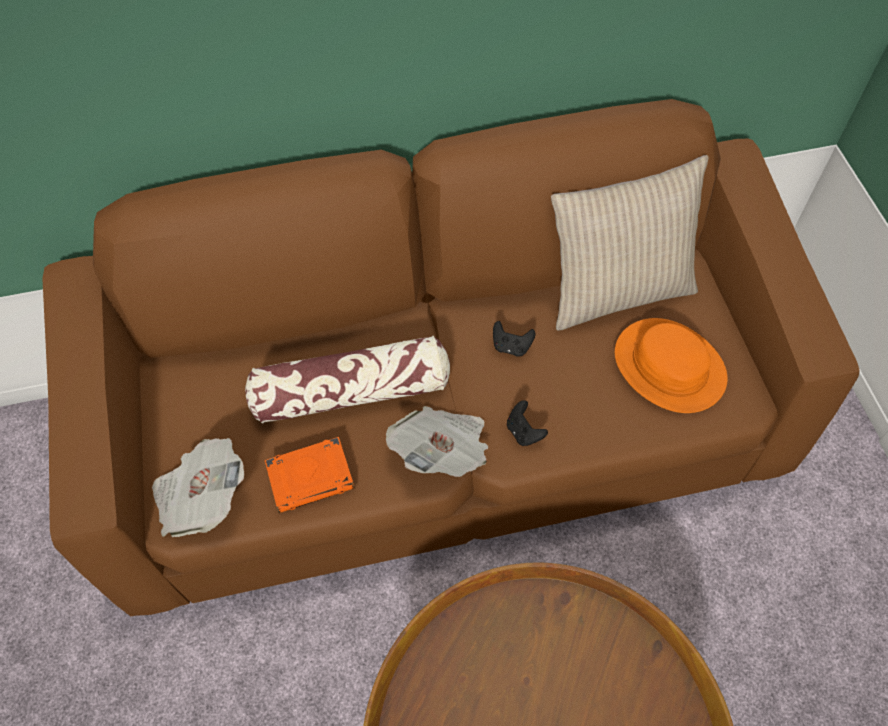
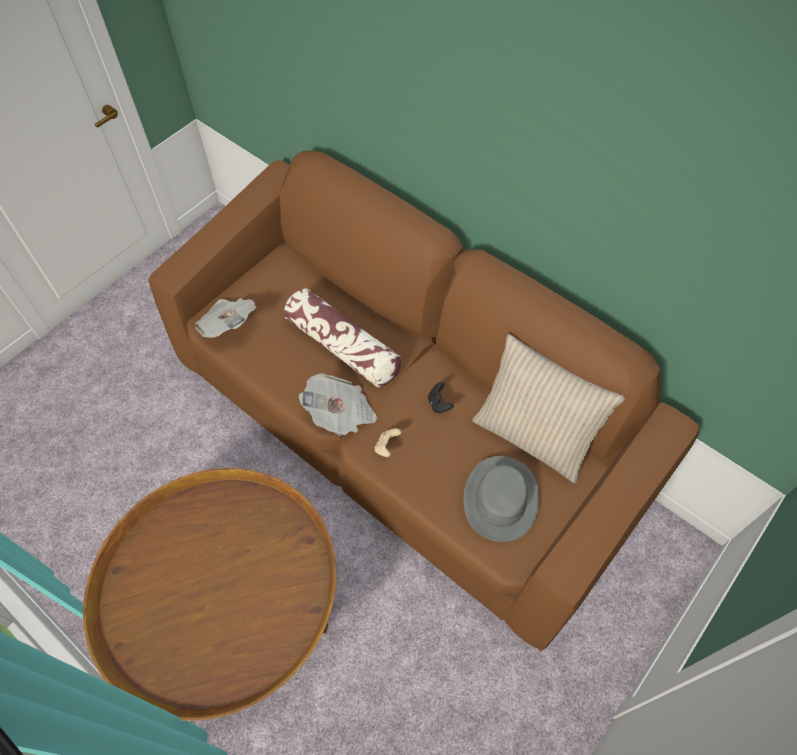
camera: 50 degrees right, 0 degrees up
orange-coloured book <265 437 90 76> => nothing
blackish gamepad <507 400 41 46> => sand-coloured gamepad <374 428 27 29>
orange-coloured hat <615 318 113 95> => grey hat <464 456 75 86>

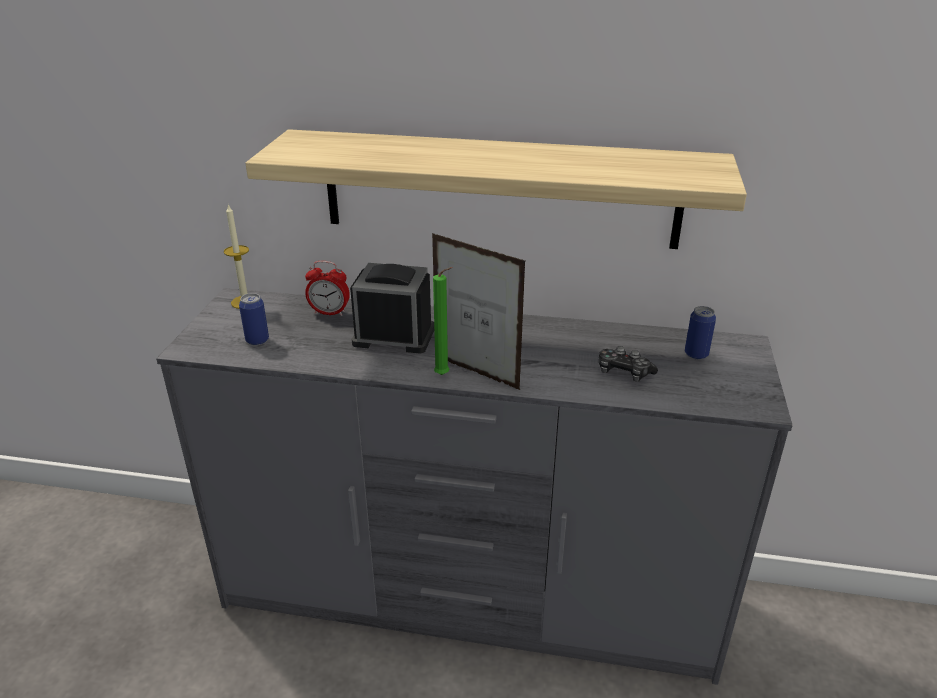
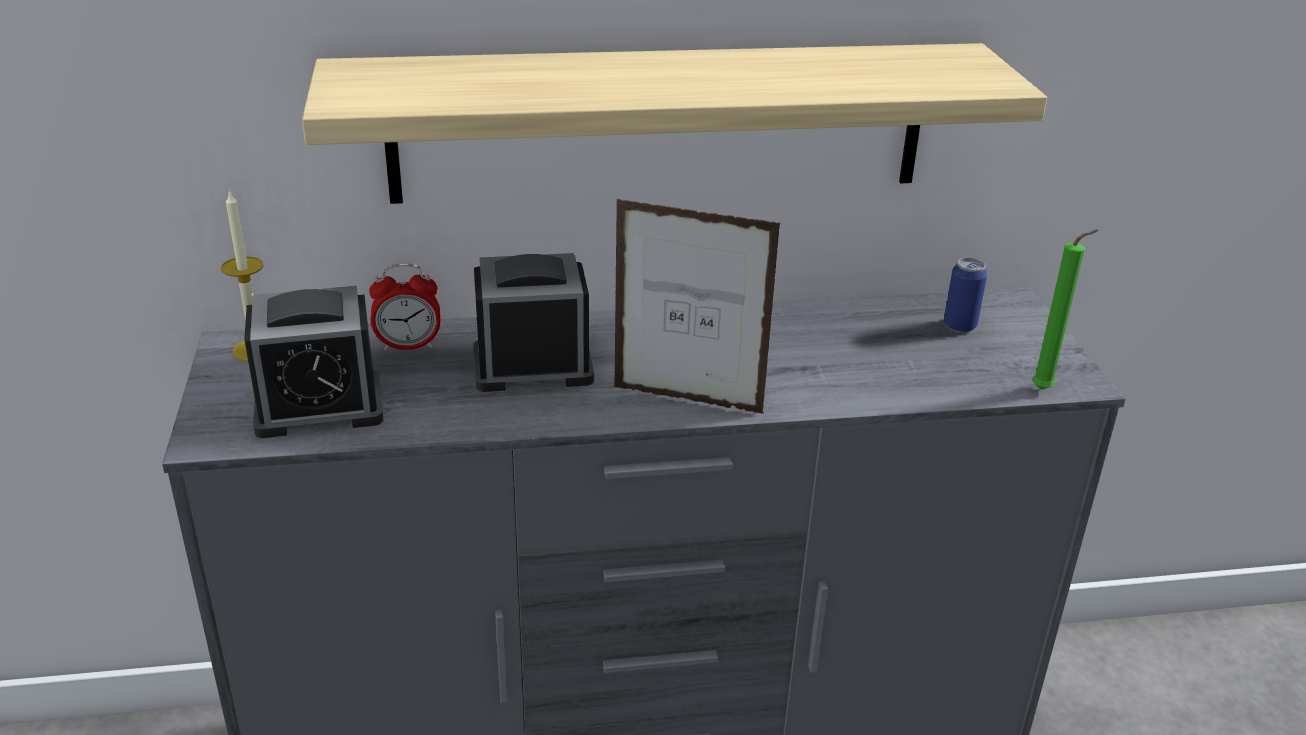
camera: 20 degrees left, 0 degrees up
gamepad <599 346 59 36> => nothing
greenish wax candle <433 267 20 108> => greenish wax candle <1032 229 67 161>, relocated
sealed can <239 293 30 52> => alarm clock <244 286 140 152>

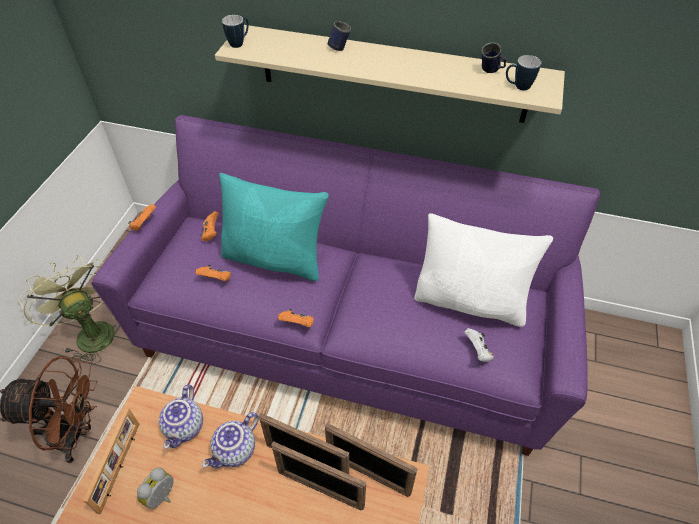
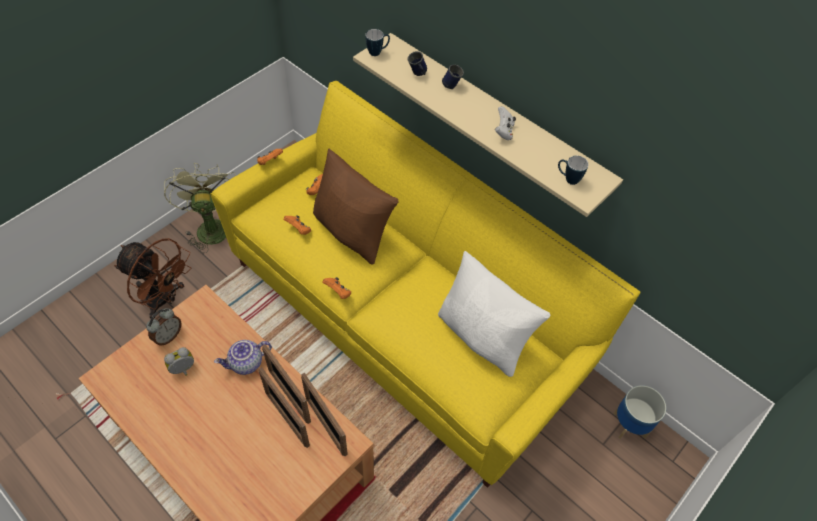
camera: 25 degrees right, 5 degrees up
pot for tea <159 385 44 64> => nothing
nothing => plant pot <613 385 53 54>
whitish gamepad <464 328 30 34> => whitish gamepad <495 106 21 34>, relocated
bluish coffee mug <481 42 25 31> => bluish coffee mug <408 51 19 25>, relocated
picture frame <83 408 56 106> => alarm clock <146 308 36 38>
purplish couch <92 115 508 341> => yellow couch <211 81 429 407>
turquoise-coloured pillow <219 173 110 108> => brown-coloured pillow <313 149 86 116>

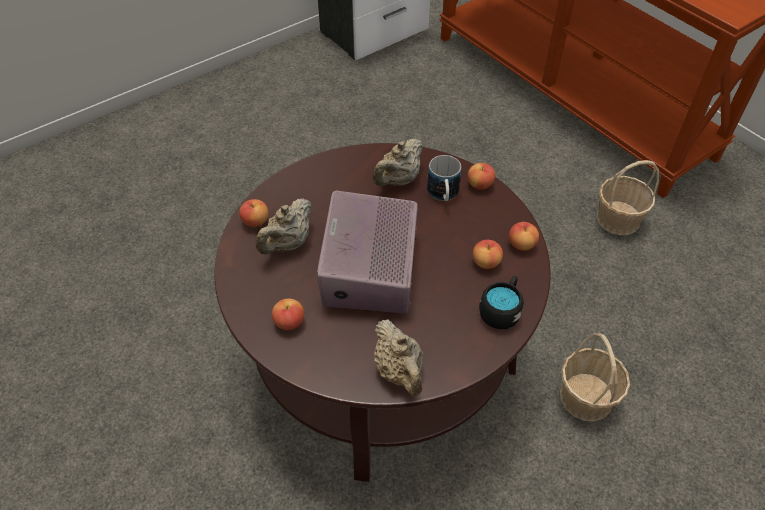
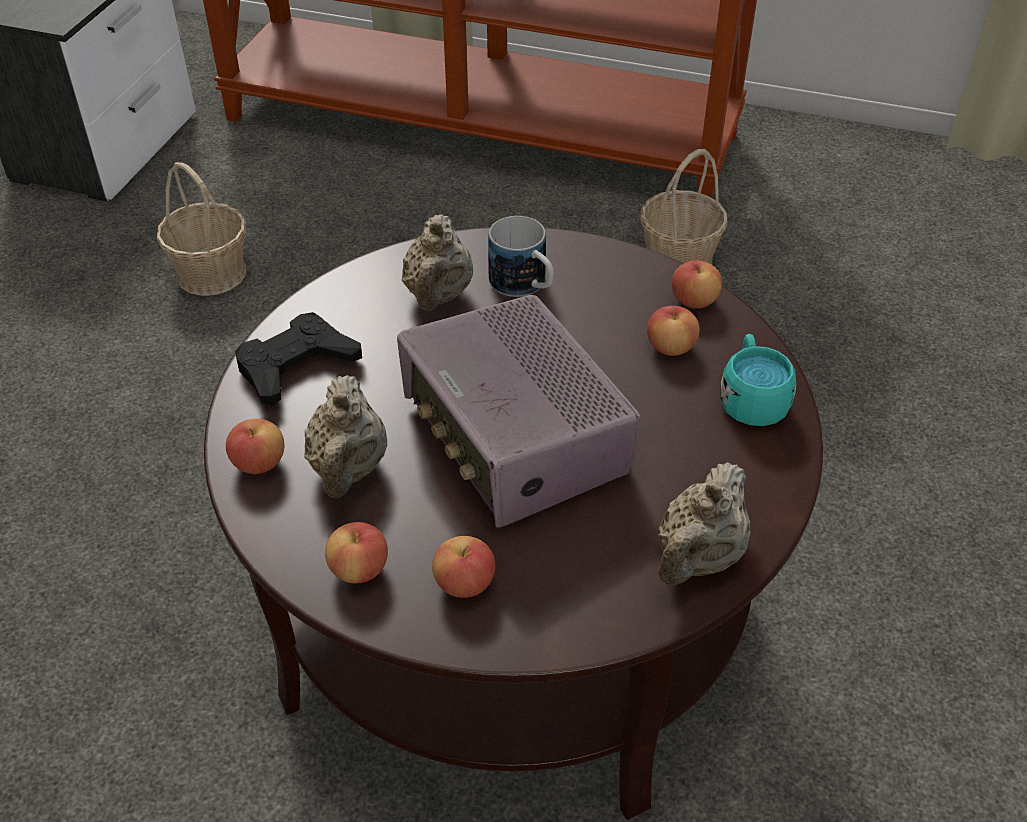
camera: 35 degrees left, 5 degrees down
nothing => blackish gamepad <235 312 127 94>
whole apple <468 163 27 27> => whole apple <325 522 63 61>, relocated
storage basket <560 332 70 90> => storage basket <157 162 89 134>, relocated
blackish coffee mug <479 275 45 54> => turquoise-coloured coffee mug <720 334 76 92>
sand-coloured pot for tea <374 319 49 77> => sand-coloured pot for tea <658 462 92 124>, 90 degrees clockwise

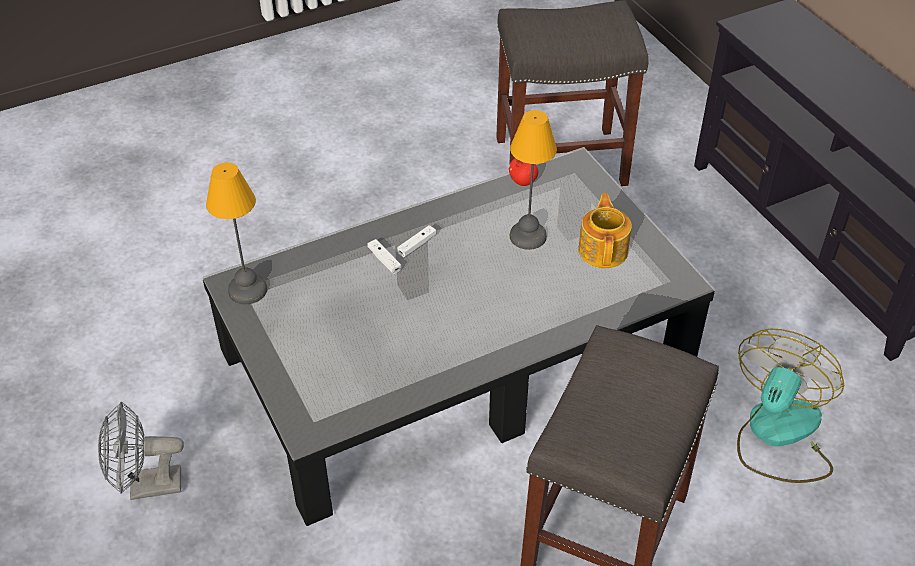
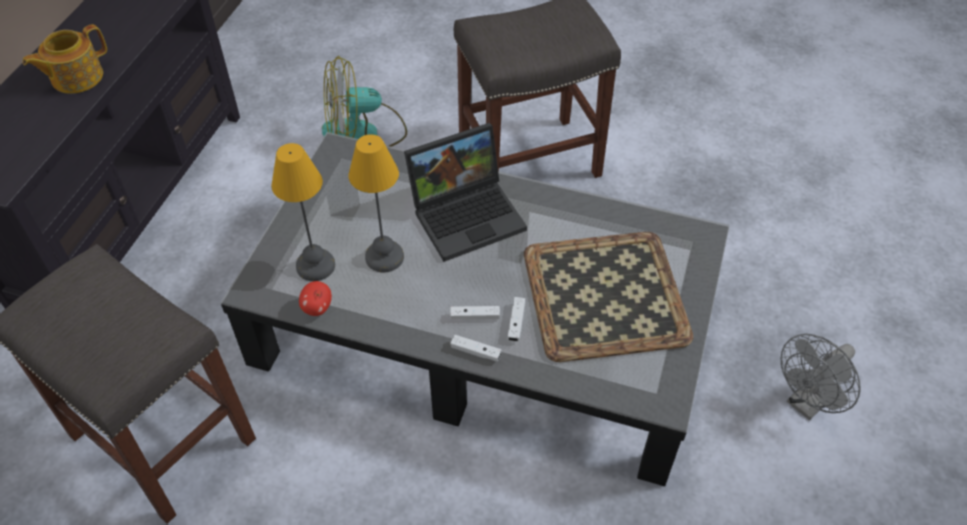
camera: 135 degrees left, 5 degrees up
nothing => laptop <404 123 123 139>
nothing => whitish gamepad <450 335 52 27>
nothing => tray <524 232 169 130>
tabletop lamp <206 163 61 141> => tabletop lamp <271 143 64 138>, relocated
pot for tea <578 193 54 75> => pot for tea <23 24 84 70>, relocated
grey cooling fan <98 402 86 98> => grey cooling fan <781 334 80 86>, 105 degrees clockwise

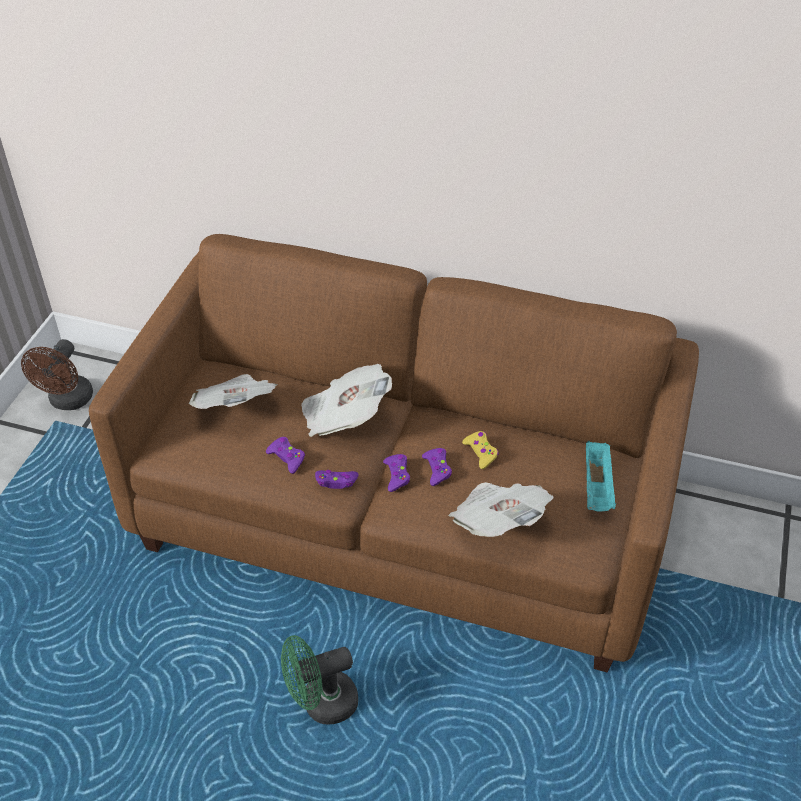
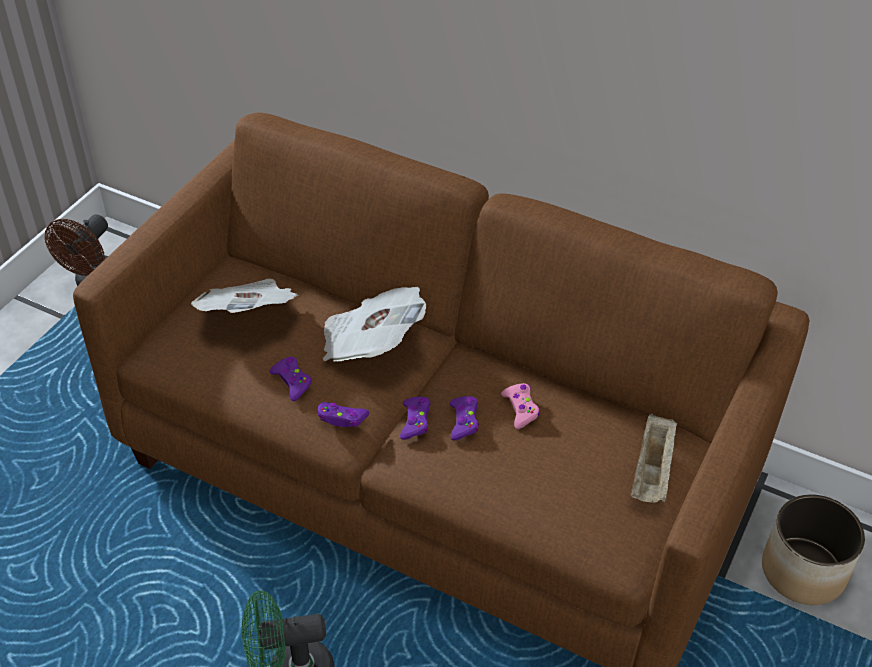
camera: 10 degrees right, 0 degrees up
printed paper <448 482 106 55> => nothing
nothing => plant pot <762 495 103 110>
yellow gamepad <462 431 37 38> => pink gamepad <501 383 39 46>
turquoise-coloured tray <586 441 30 70> => sand-coloured tray <631 414 46 89>

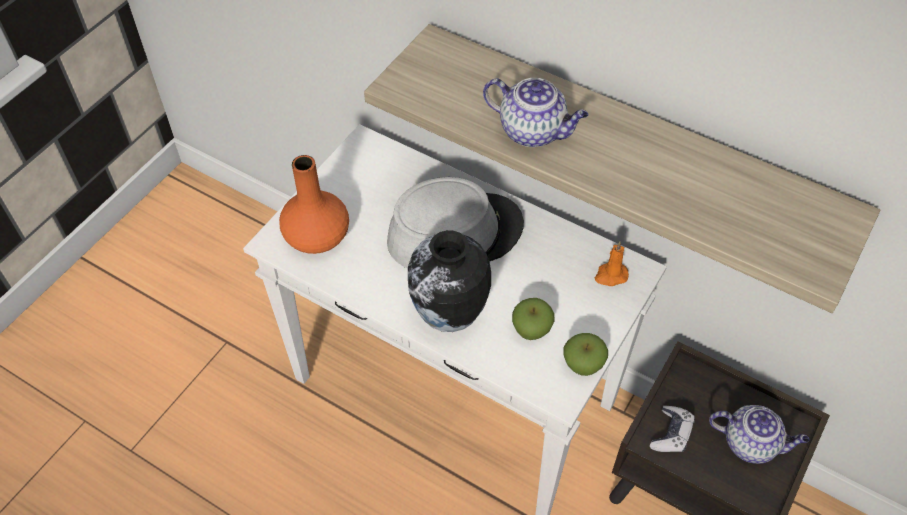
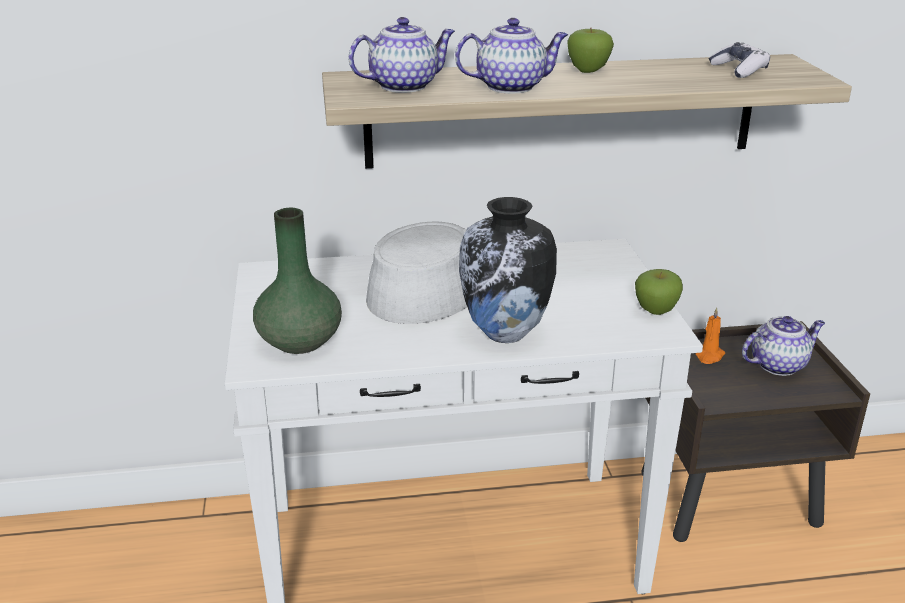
camera: 40 degrees left, 25 degrees down
nothing => pot for tea <349 17 106 76>
whole apple <512 298 43 42> => whole apple <567 28 47 45>, relocated
orange-coloured wax candle <595 241 34 45> => orange-coloured wax candle <695 307 30 57>, relocated
gamepad <650 406 45 46> => gamepad <709 42 61 36>, relocated
orange-coloured decorative vase <279 155 70 99> => greenish decorative vase <253 208 89 146>

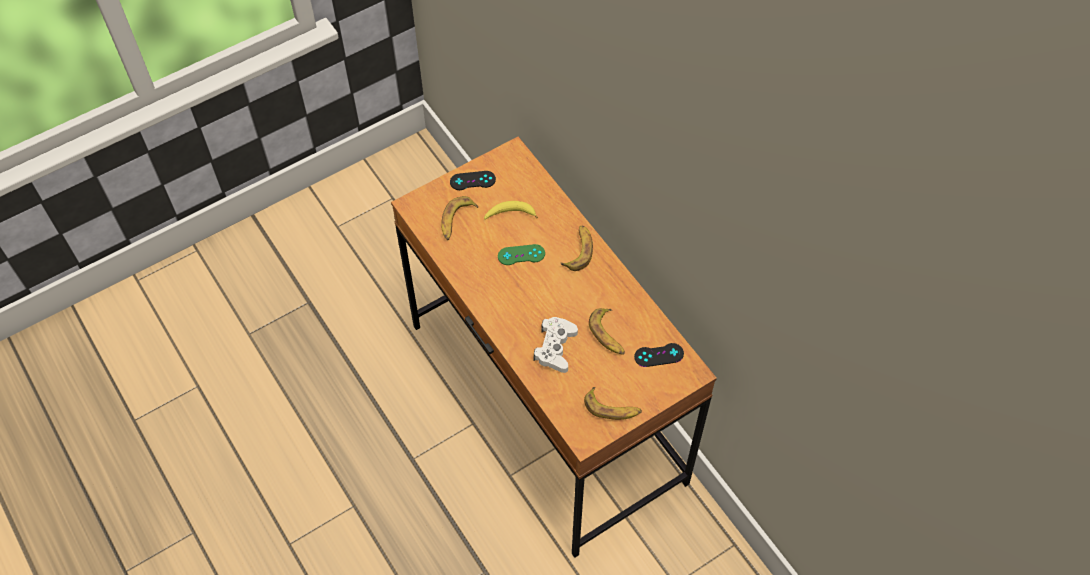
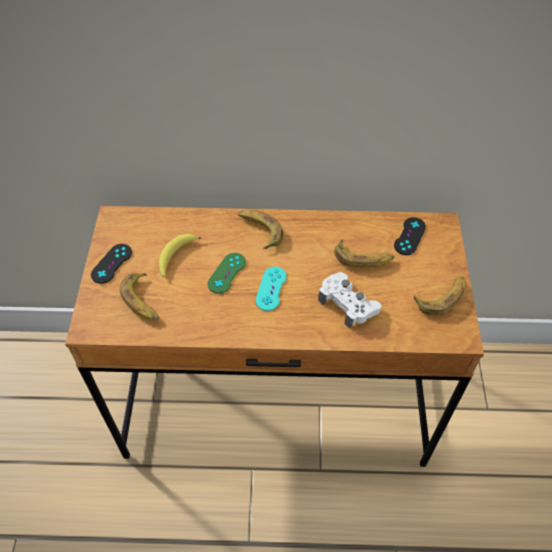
camera: 55 degrees left, 5 degrees down
nothing => turquoise-coloured gamepad <255 267 32 44>

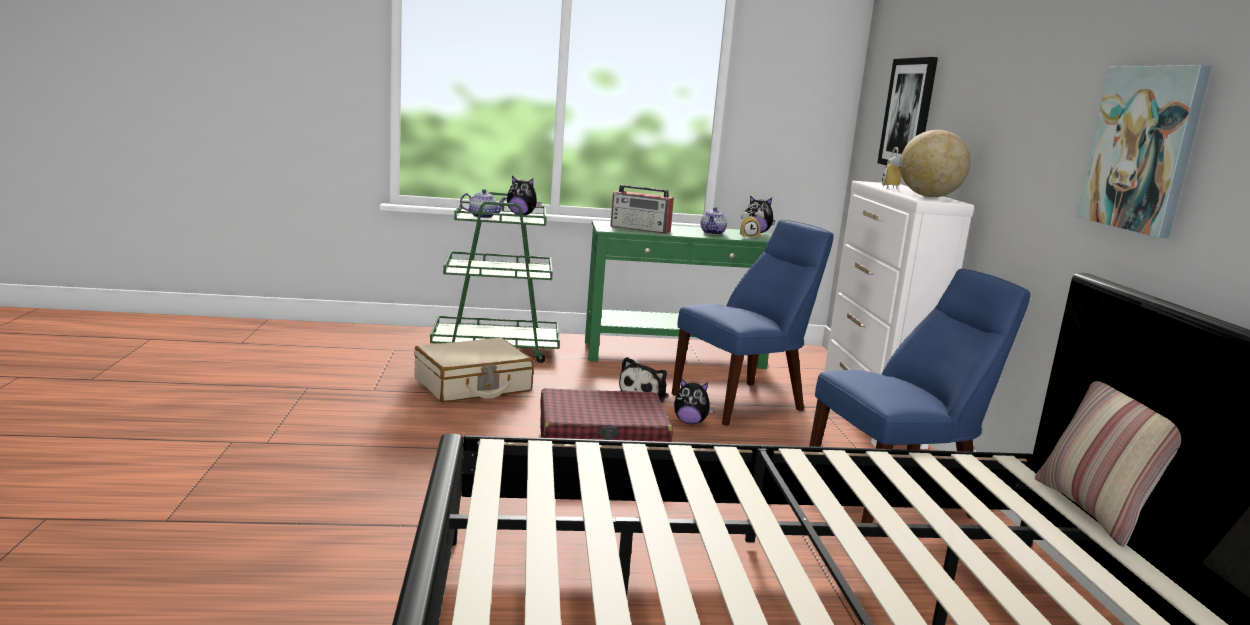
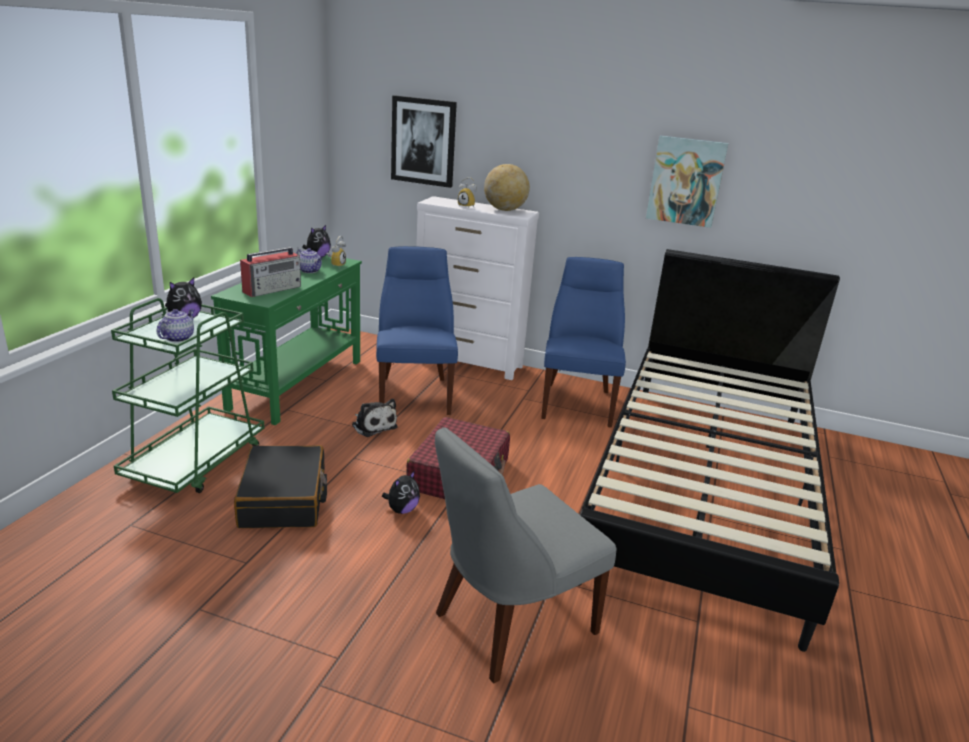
camera: 65 degrees left, 10 degrees up
pillow <1035 381 146 166> => nothing
nothing => grey chair <435 427 182 256>
soft toy <674 378 40 46> => soft toy <382 470 38 44>, relocated
sand-coloured suitcase <414 338 120 64> => blackish suitcase <234 445 93 83>

